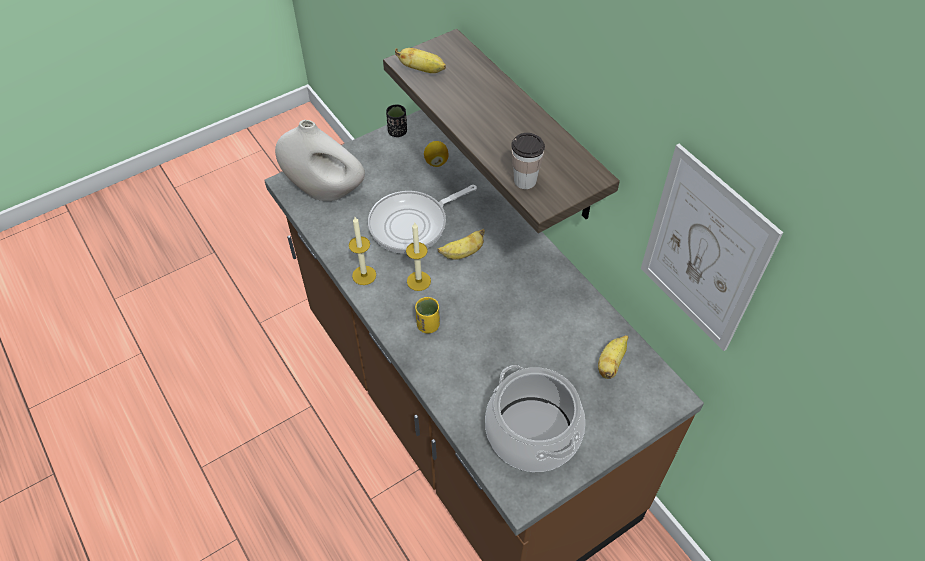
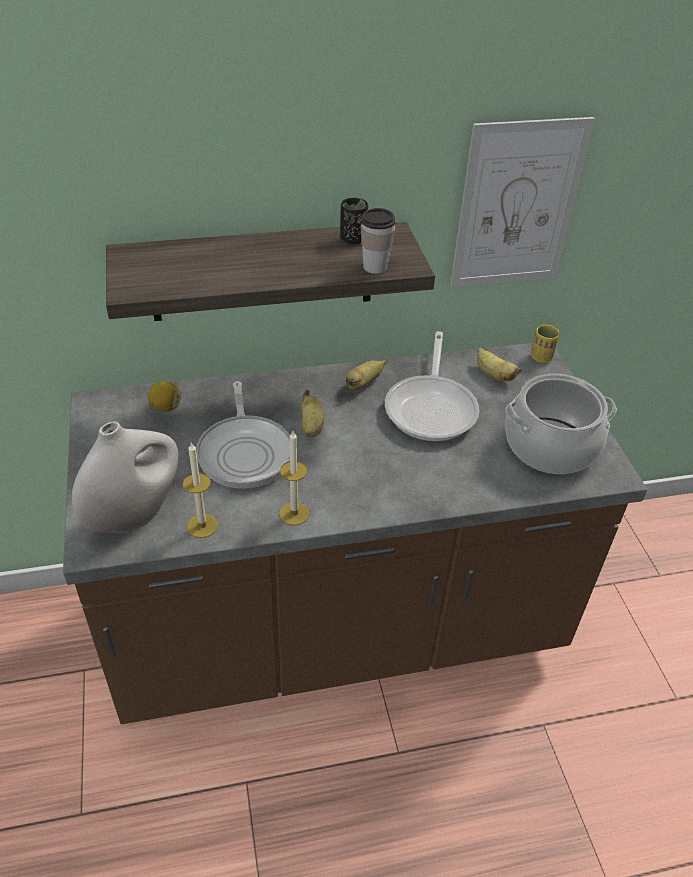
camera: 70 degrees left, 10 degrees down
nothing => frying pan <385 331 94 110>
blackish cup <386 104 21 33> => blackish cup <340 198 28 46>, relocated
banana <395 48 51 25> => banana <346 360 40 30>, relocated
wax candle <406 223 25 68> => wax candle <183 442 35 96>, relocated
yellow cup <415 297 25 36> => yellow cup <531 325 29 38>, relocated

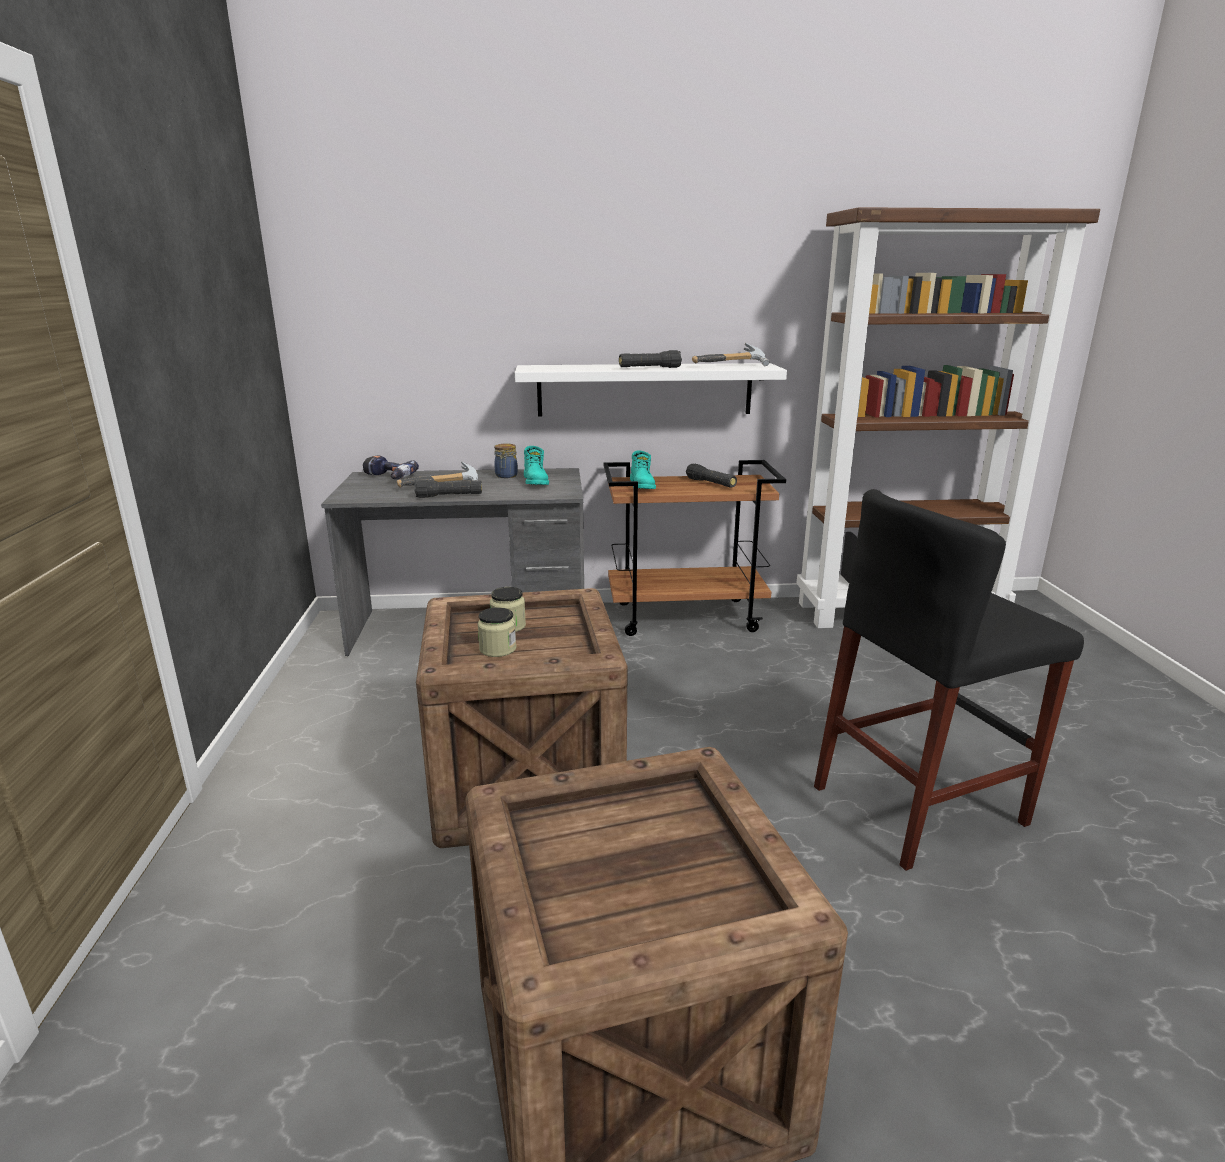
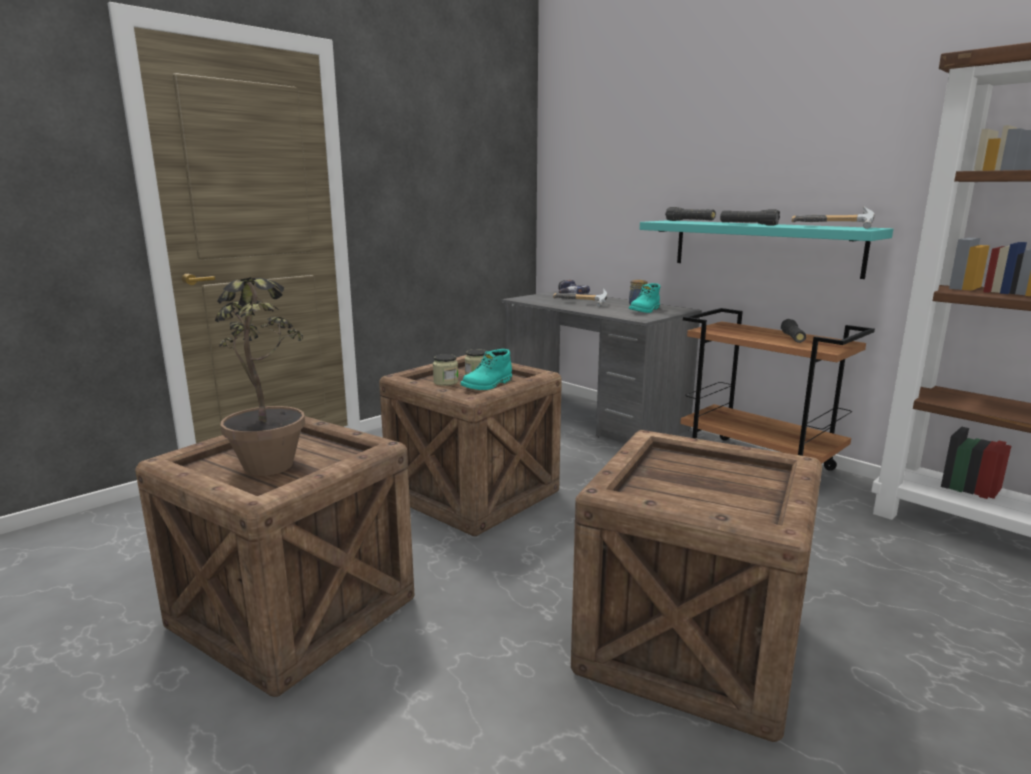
camera: 50 degrees right, 5 degrees down
nothing => plant in a pot <215 277 90 199>
blackish hand torch <414 480 68 18> => blackish hand torch <665 207 51 14>, relocated
turquoise-coloured tall boot <630 451 26 38> => turquoise-coloured tall boot <461 349 51 41>, relocated
blackish sitting stool <814 489 270 382> => packing crate <571 430 251 312>
whitish bracket shelf <515 363 272 54> => turquoise-coloured bracket shelf <640 220 253 59>

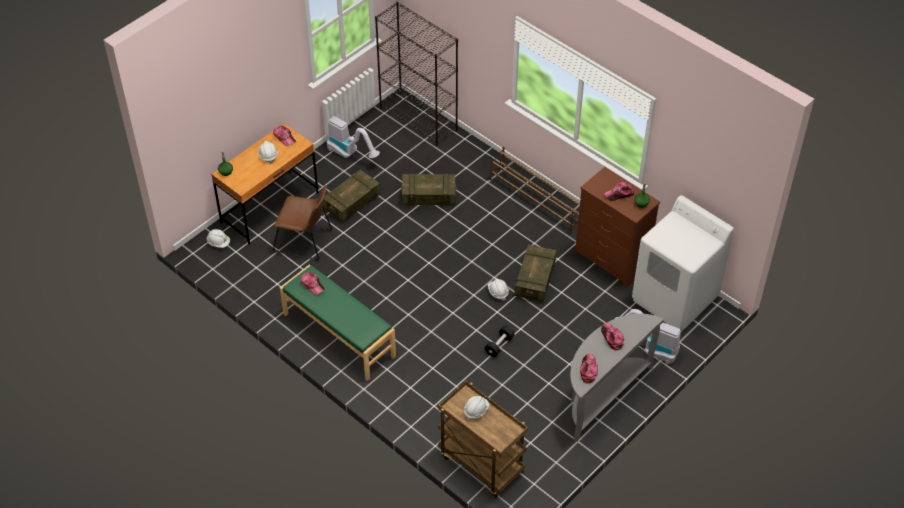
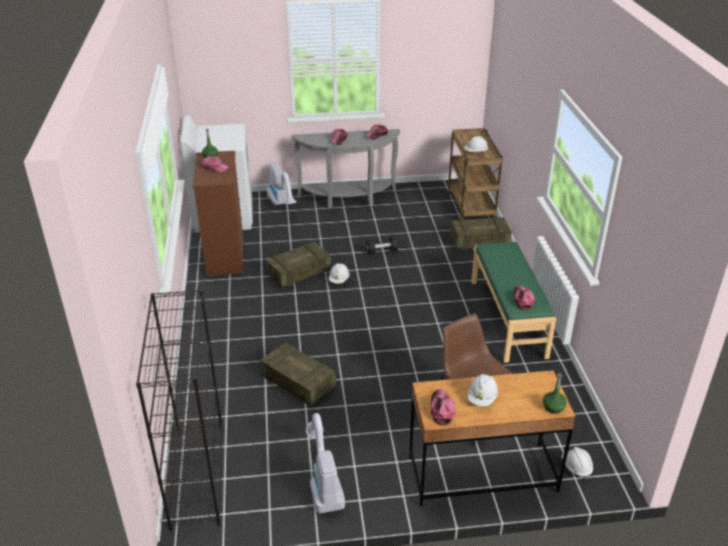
camera: 140 degrees left, 15 degrees down
brown-coloured shoe stand <489 147 91 87> => nothing
packing crate <323 170 58 52> => packing crate <451 217 61 33>, relocated

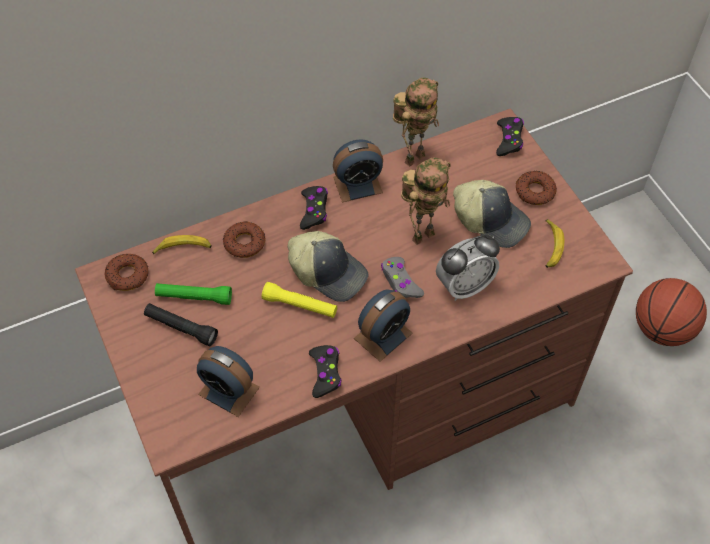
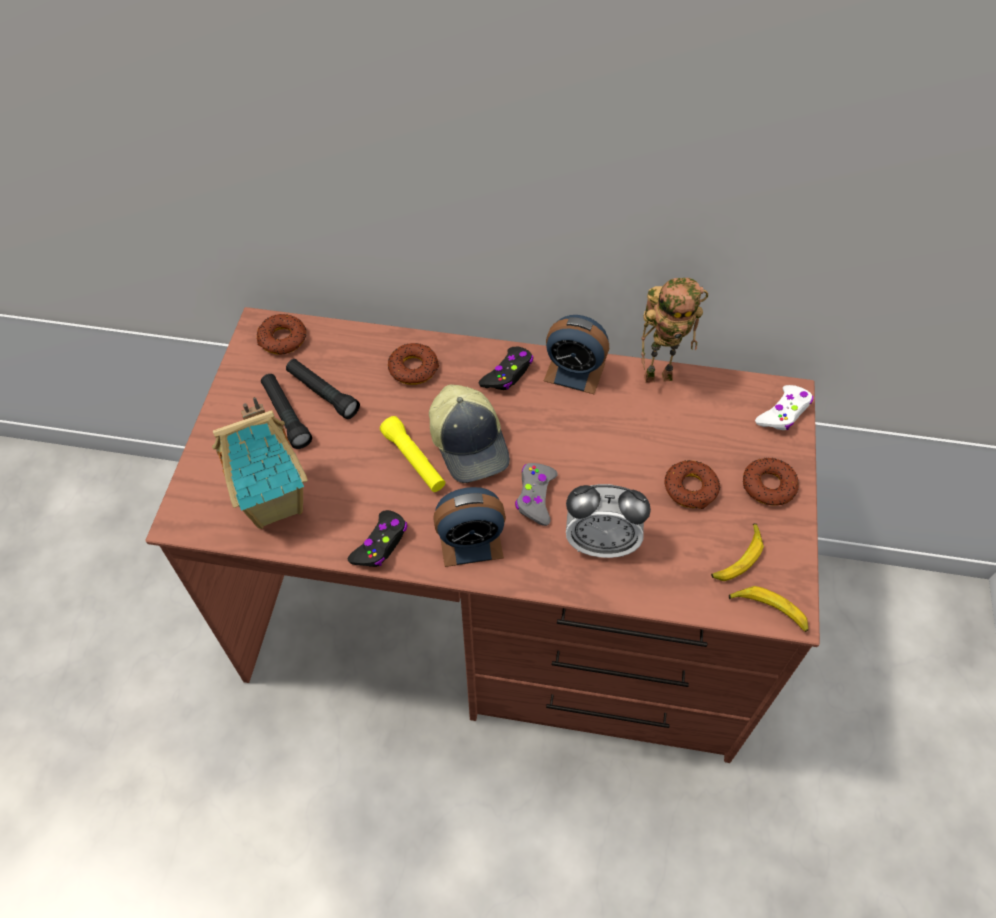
camera: 35 degrees right, 0 degrees up
model robot <401 158 50 87> => nothing
basketball <636 278 71 68> => nothing
banana <152 235 60 19> => banana <729 586 80 46>, relocated
alarm clock <197 346 63 71> => miniature house <212 397 96 132>
baseball cap <453 180 78 68> => doughnut <665 460 55 49>
greenish hand torch <155 283 77 22> => blackish hand torch <286 359 74 60>
blackish gamepad <496 117 28 39> => whitish gamepad <755 385 58 45>

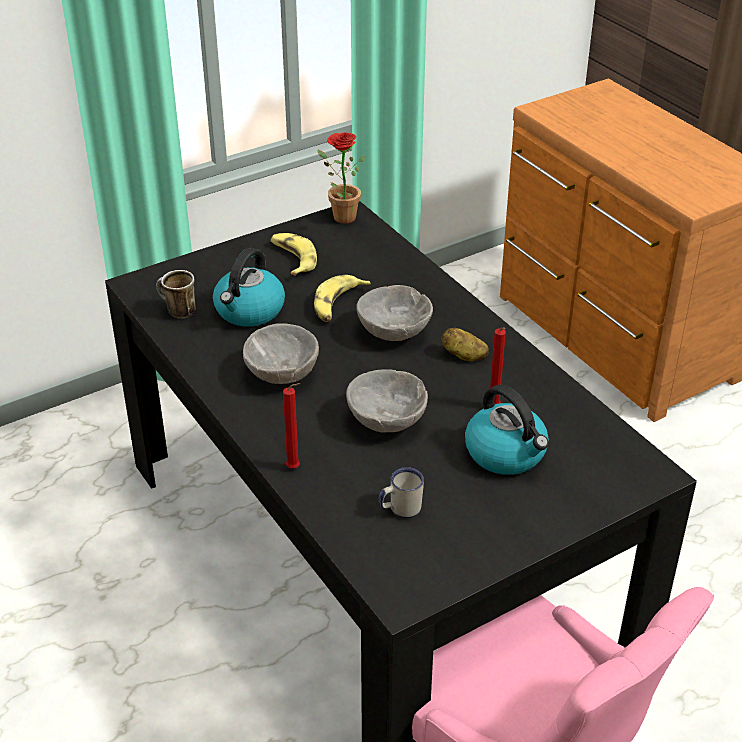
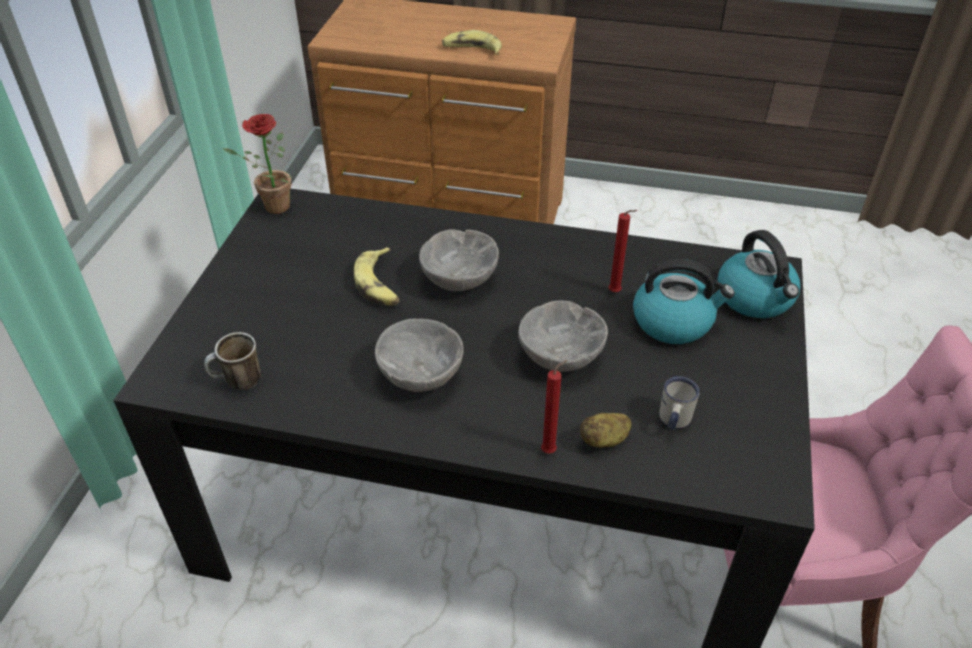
camera: 45 degrees left, 5 degrees up
water kettle <213 248 72 79> => water kettle <717 230 83 88>, relocated
banana <270 233 47 43> => banana <442 30 60 25>, relocated
whole potato <441 328 48 33> => whole potato <580 413 52 35>, relocated

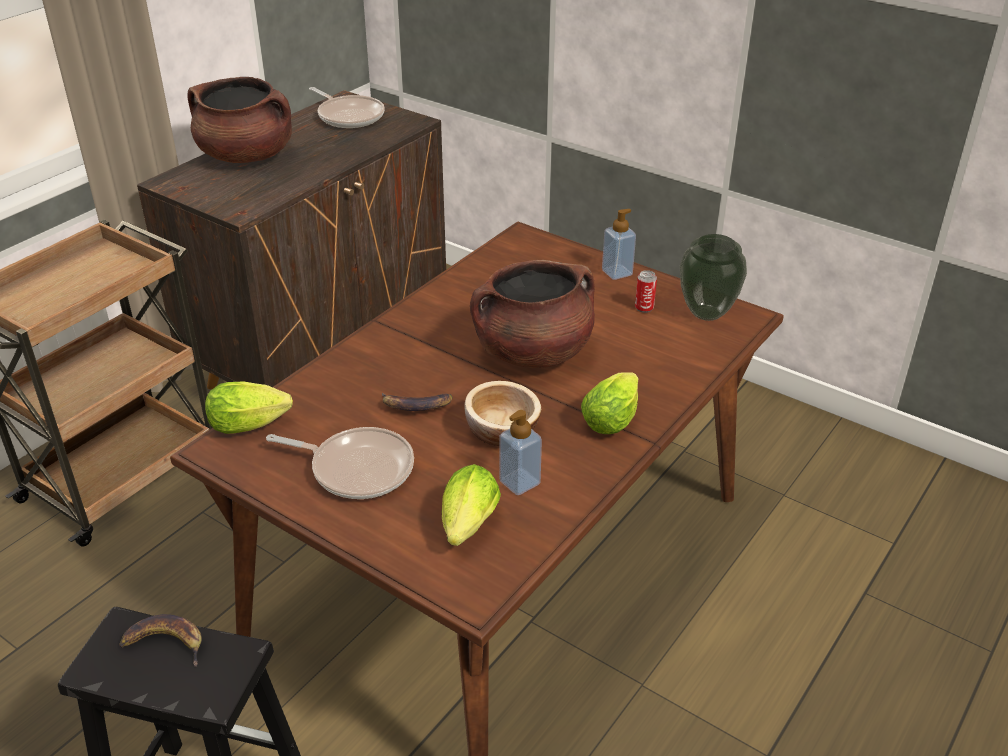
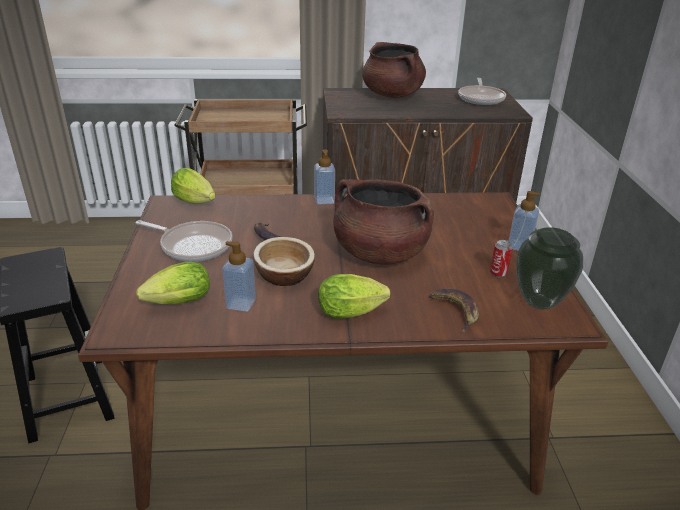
camera: 50 degrees right, 5 degrees down
nothing => soap dispenser <314 149 21 55>
banana <119 614 83 53> => banana <429 289 50 44>, relocated
frying pan <266 427 148 72> => frying pan <136 220 96 42>, 45 degrees counterclockwise

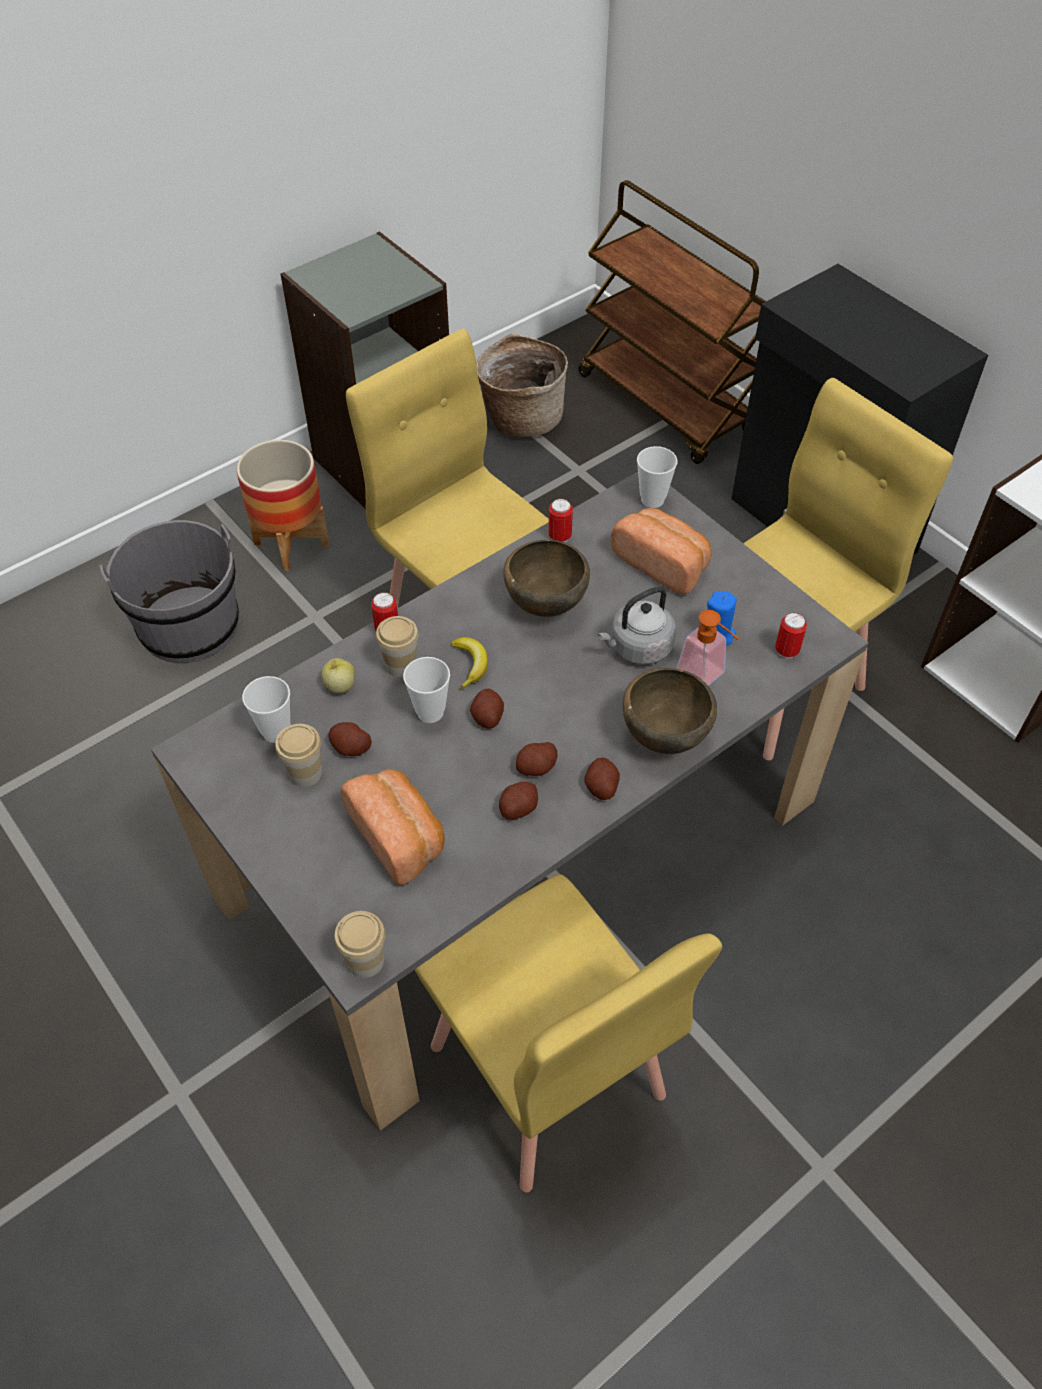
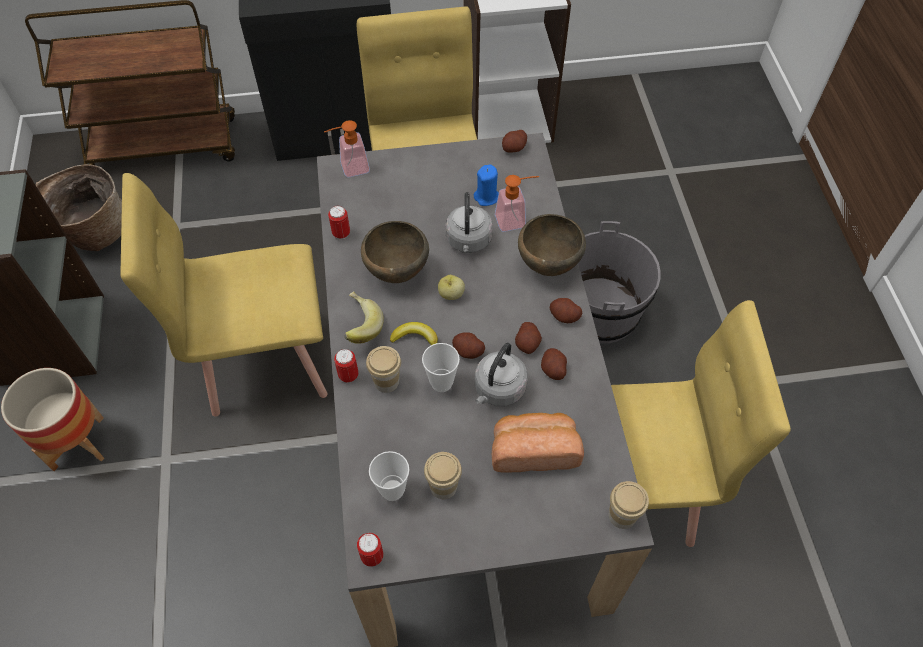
camera: 60 degrees left, 5 degrees up
baked bread <611 508 101 87> => nothing
nothing => banana <344 291 40 53>
nothing => grey water kettle <475 343 53 63>
grey bucket <100 520 139 143> => grey bucket <578 221 83 123>, relocated
whole apple <322 658 33 35> => whole apple <438 275 27 25>, relocated
whole potato <328 722 44 34> => whole potato <502 130 25 23>, relocated
sealed can <775 613 32 46> => sealed can <357 533 27 34>, relocated
cup <637 446 40 62> => soap dispenser <324 120 46 57>

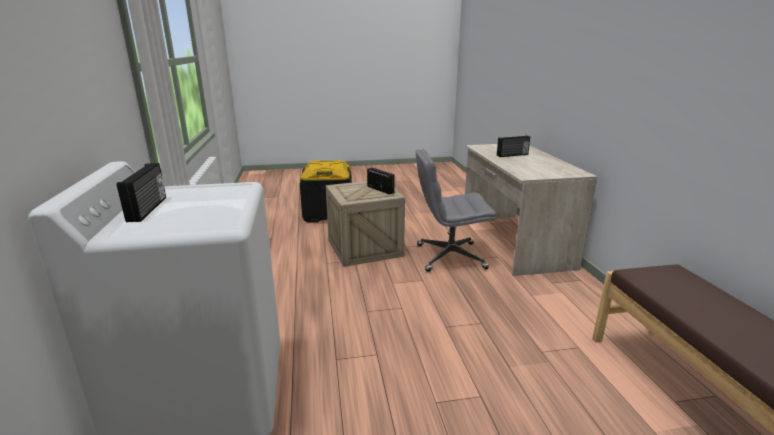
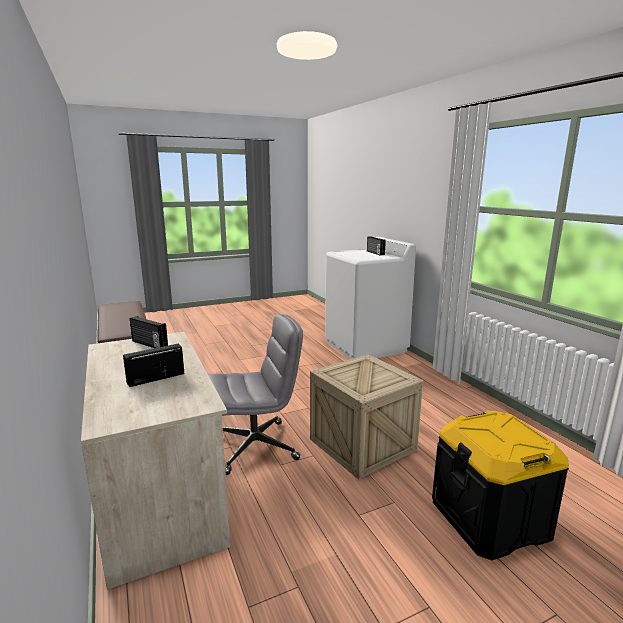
camera: 165 degrees right, 5 degrees down
radio <367 168 28 27> => radio <130 316 38 32>, relocated

